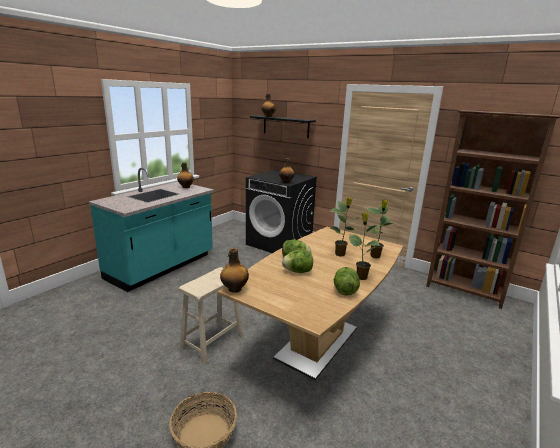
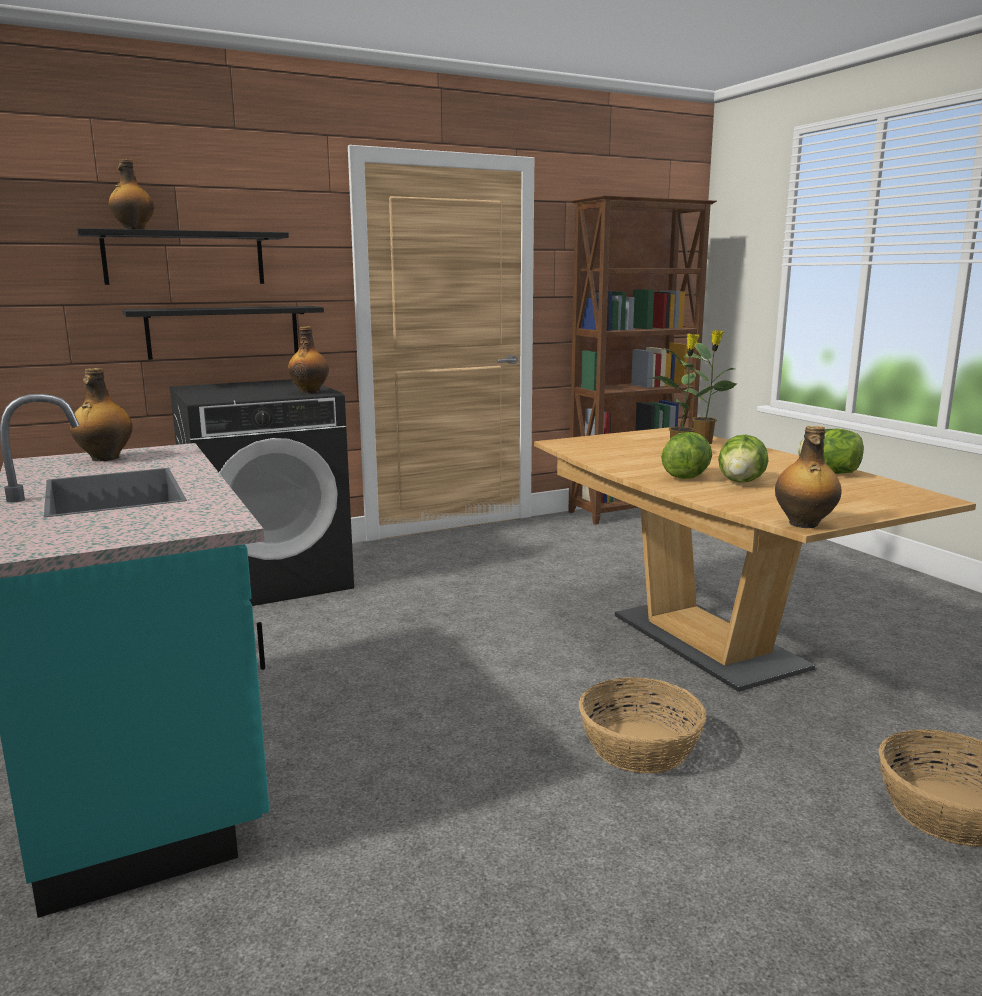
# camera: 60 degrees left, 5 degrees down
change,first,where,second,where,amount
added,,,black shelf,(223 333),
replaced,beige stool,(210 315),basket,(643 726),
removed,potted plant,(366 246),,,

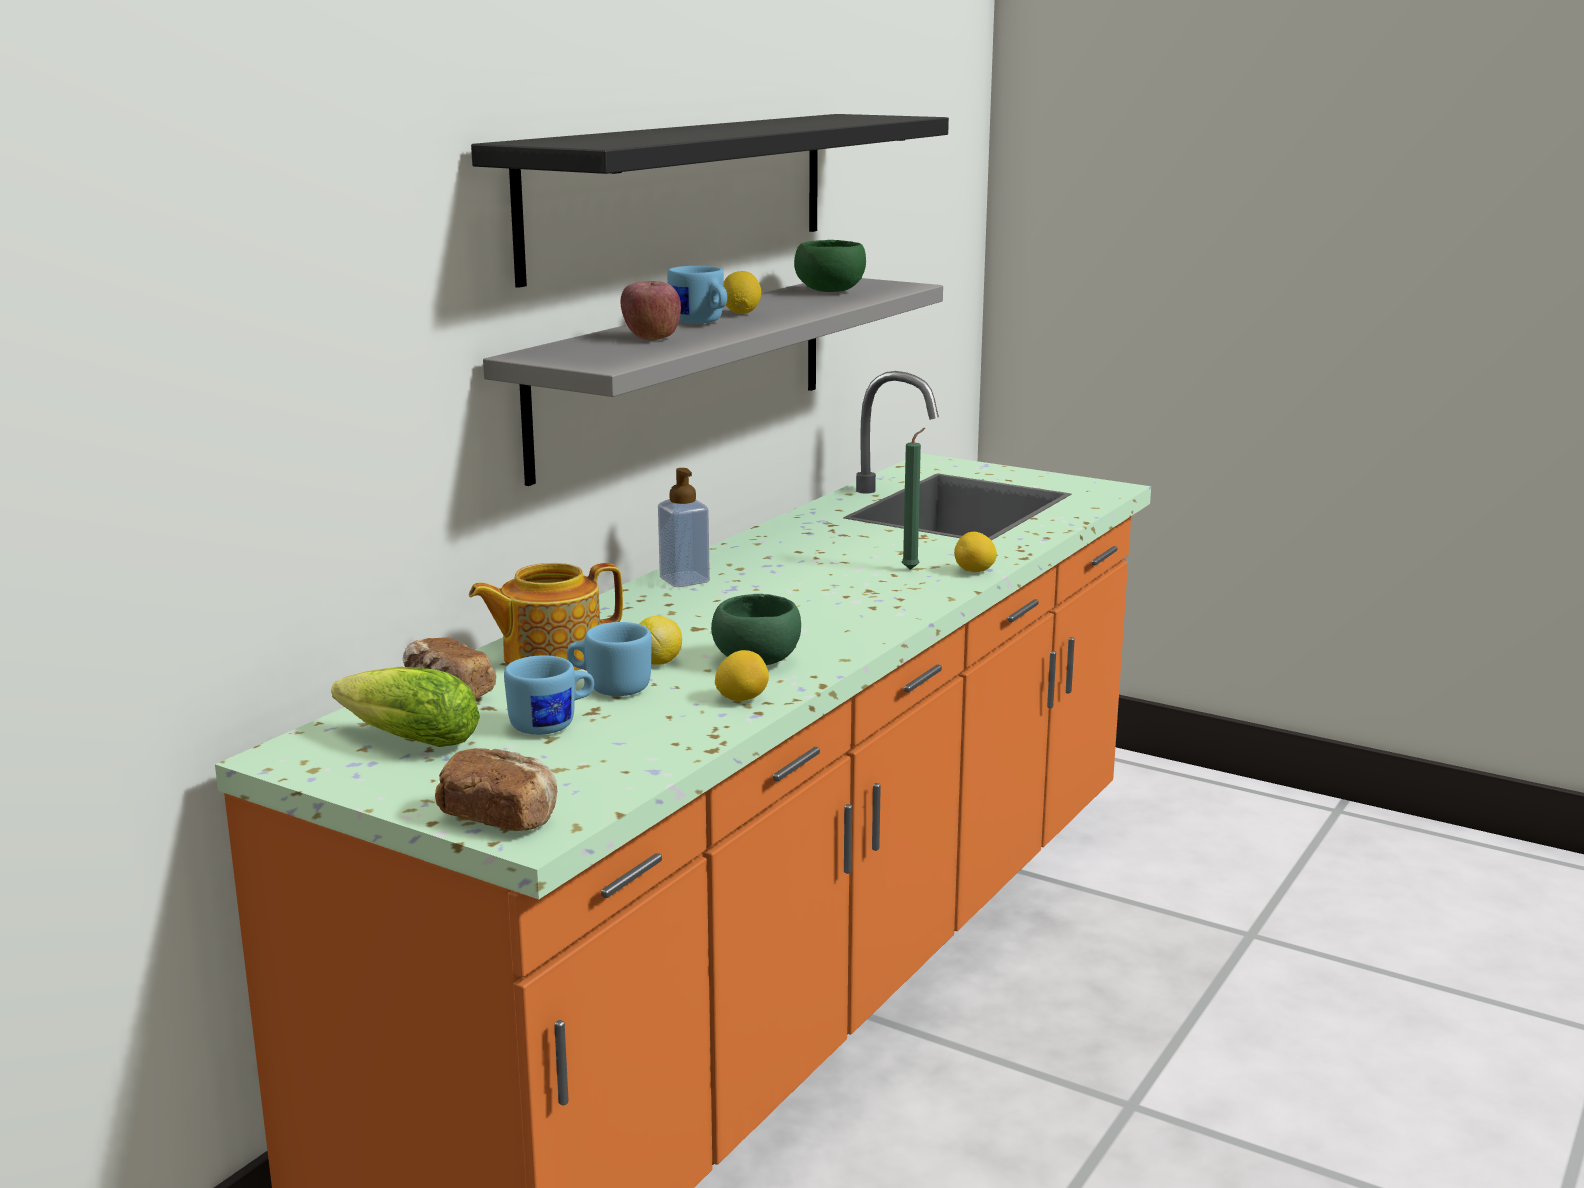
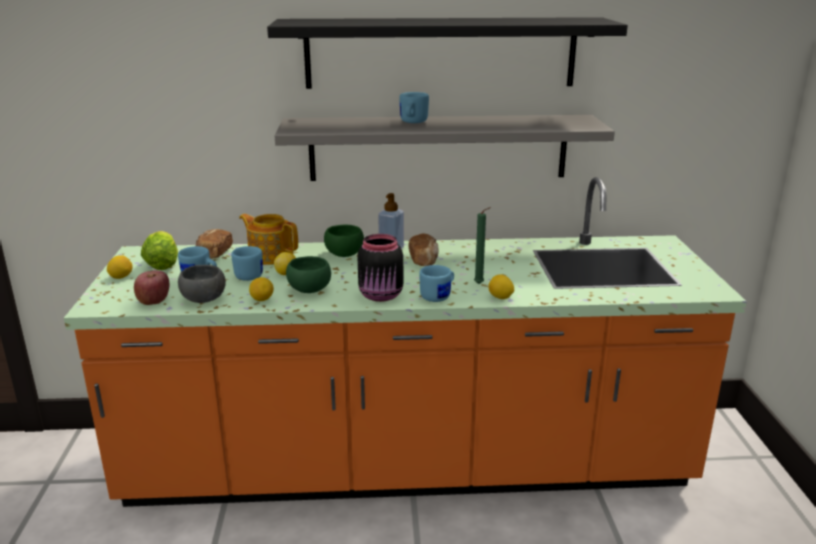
# camera: 55 degrees right, 5 degrees up
change,first,where,second,where,amount
moved,lemon,(742 292),,(120 267),
moved,apple,(650 311),,(151 288),
added,,,grey bowl,(202 284),
moved,green bowl,(830 266),,(344 241),
added,,,black jar,(380 268),
moved,bread,(496 789),,(423 249),
added,,,blue mug,(436 283),

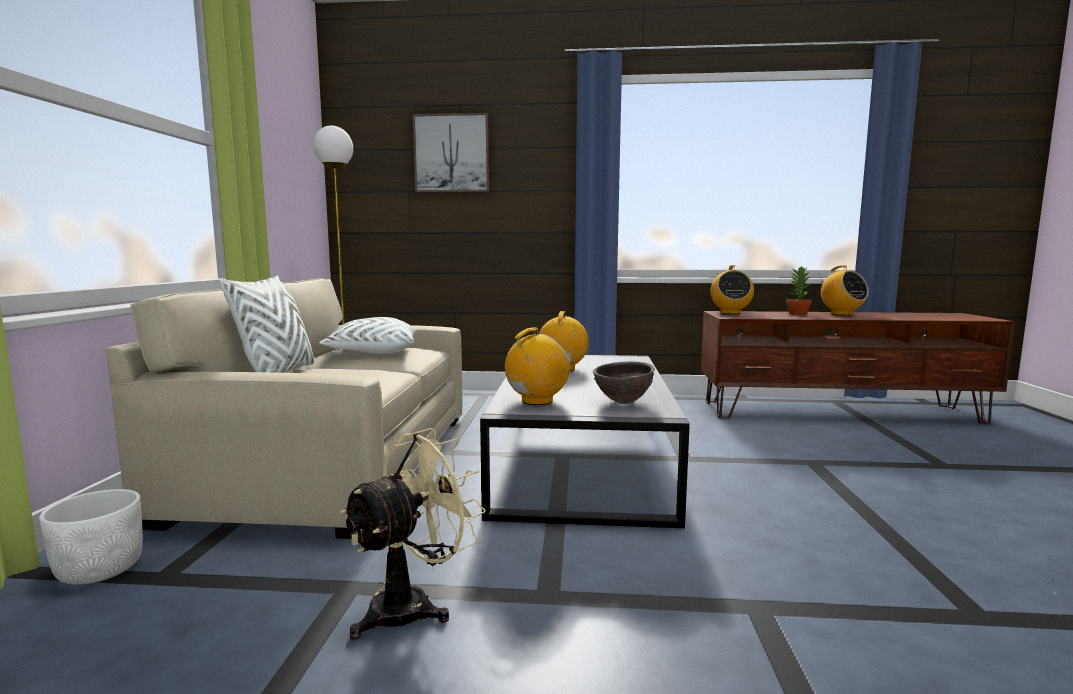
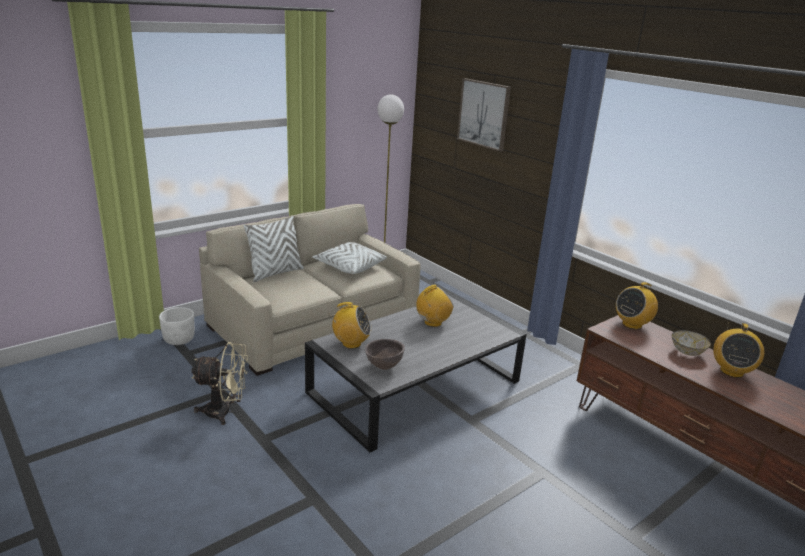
# camera: 45 degrees right, 15 degrees up
change,first,where,second,where,amount
replaced,potted plant,(799 290),bowl,(691 343),

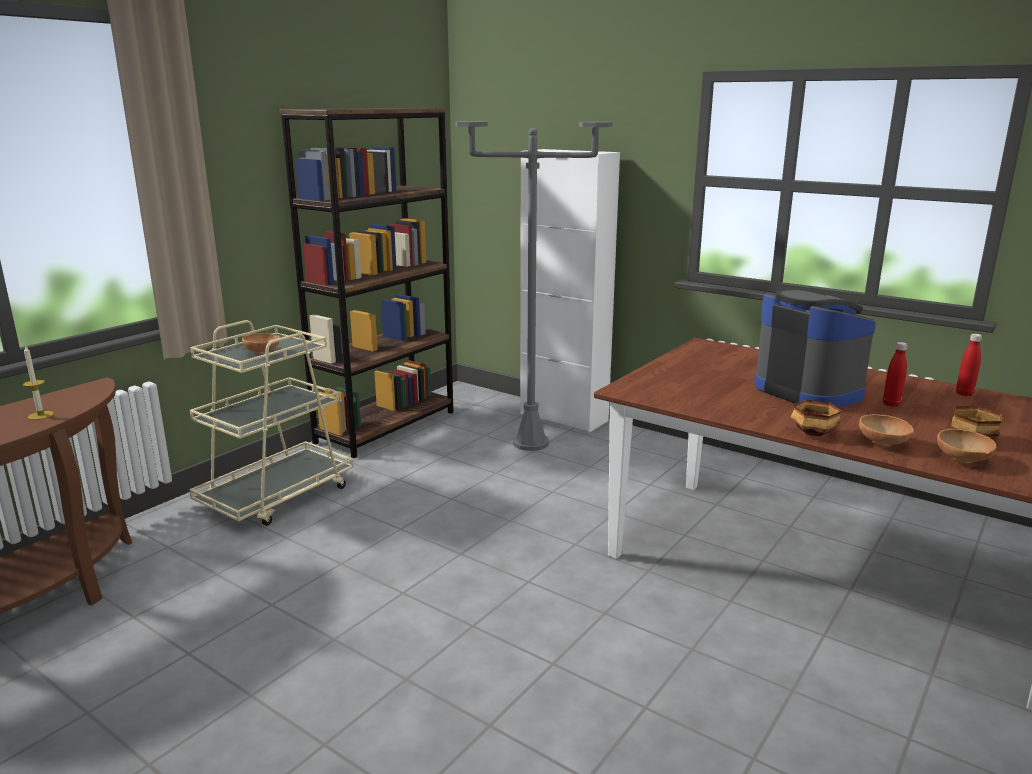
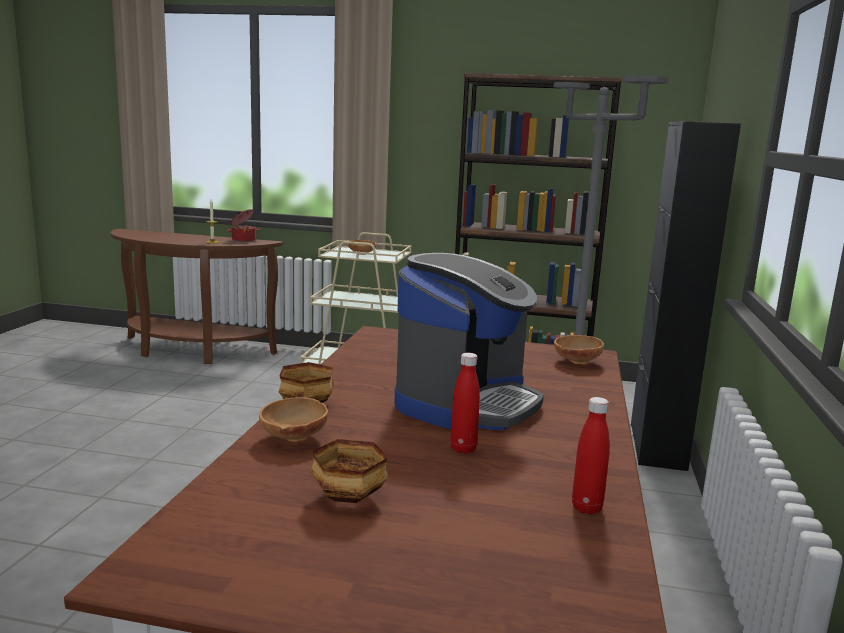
# camera: 65 degrees right, 5 degrees down
change,first,where,second,where,amount
added,,,cooking pot,(243 225),
moved,brown bowl,(967 446),,(579 350),
recoloured,white cabinet,(570 291),black cabinet,(686 296),

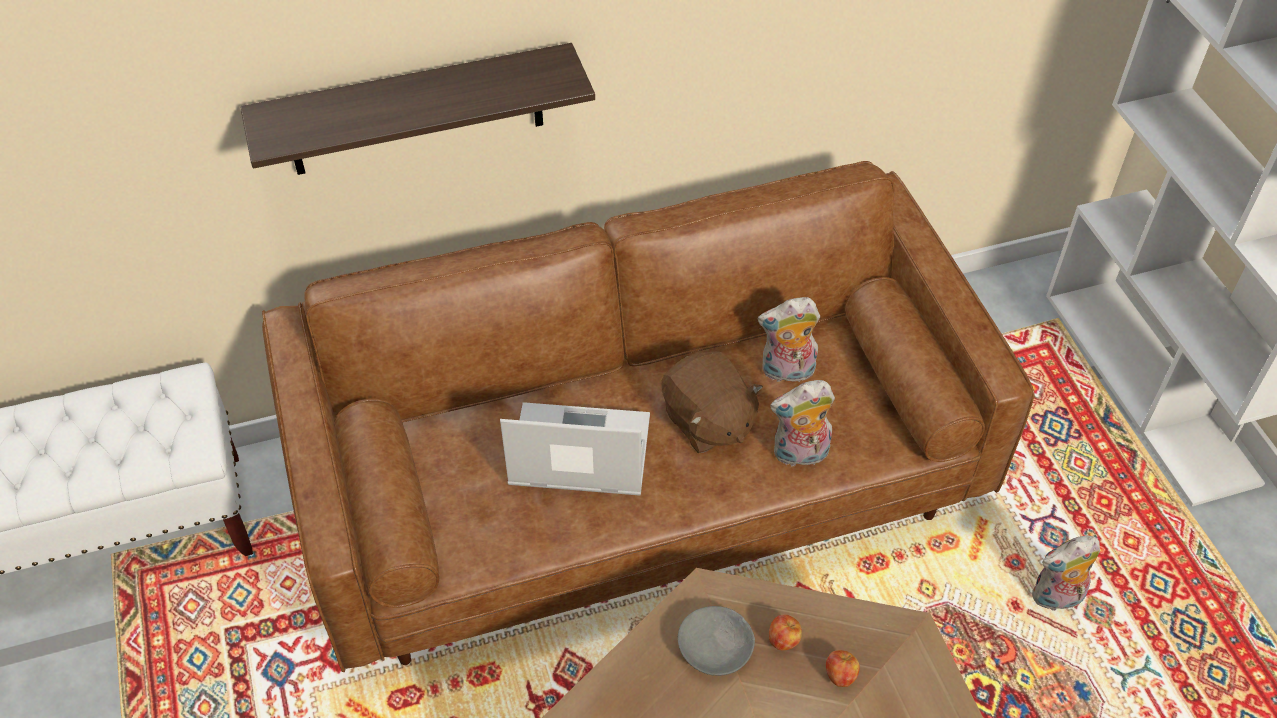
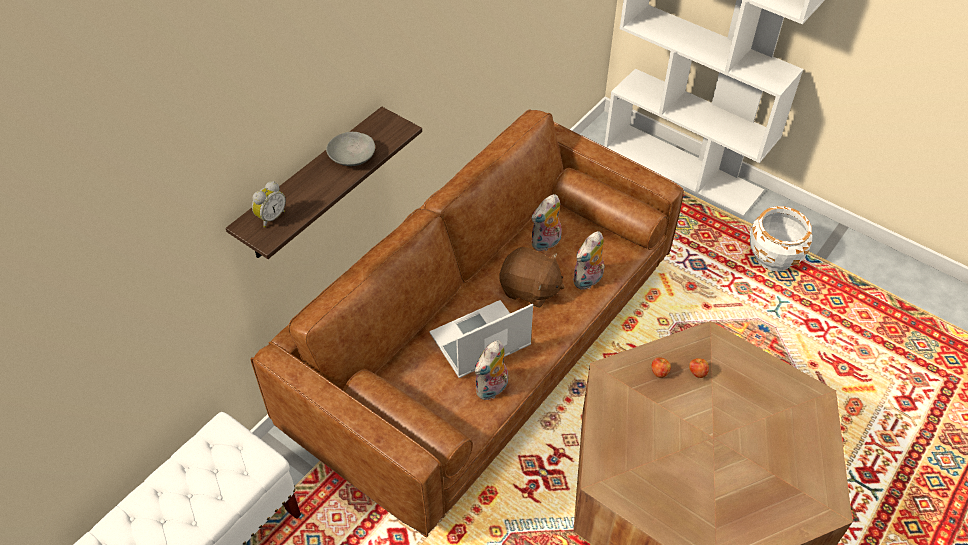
# camera: 35 degrees left, 0 degrees up
change,first,where,second,where,amount
added,,,alarm clock,(269 204),
moved,grey bowl,(716 641),,(350 149),
moved,plush toy,(1066 573),,(491 370),
added,,,white planter,(781 238),

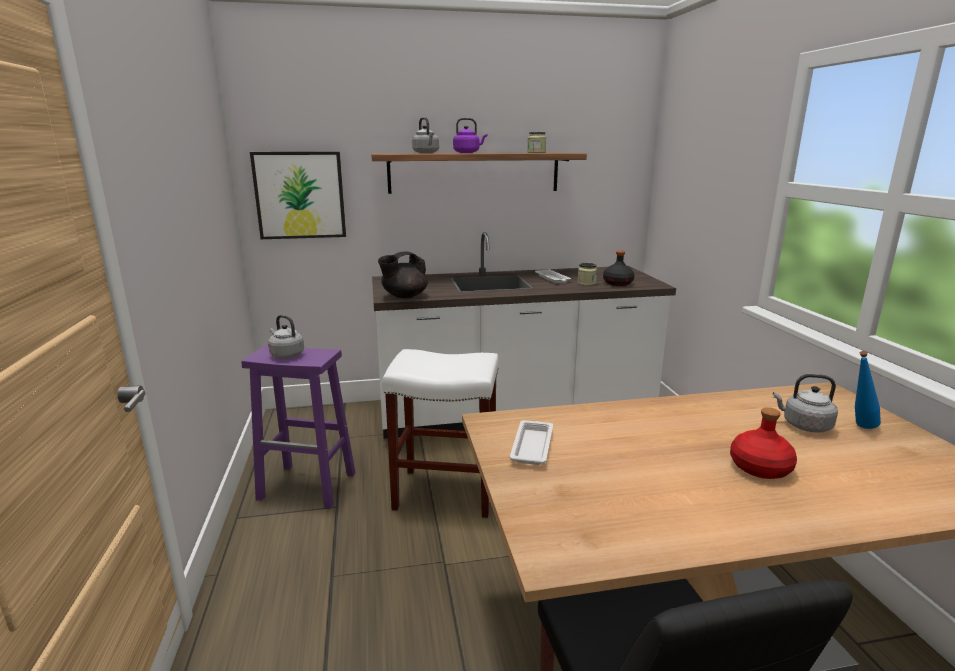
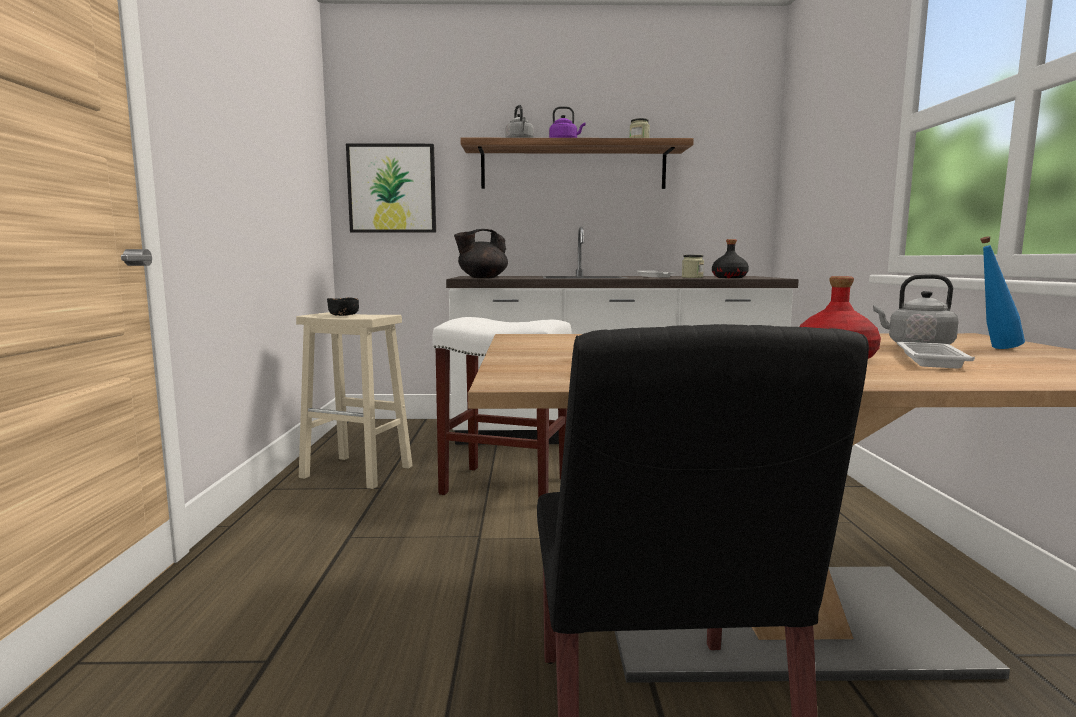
# camera: 10 degrees right, 10 degrees down
change,first,where,second,where,amount
recoloured,purple stool,(298 427),beige stool,(354 400),
replaced,grey kettle,(286 336),black bowl,(343 307),
moved,white tray,(531 442),,(936 355),

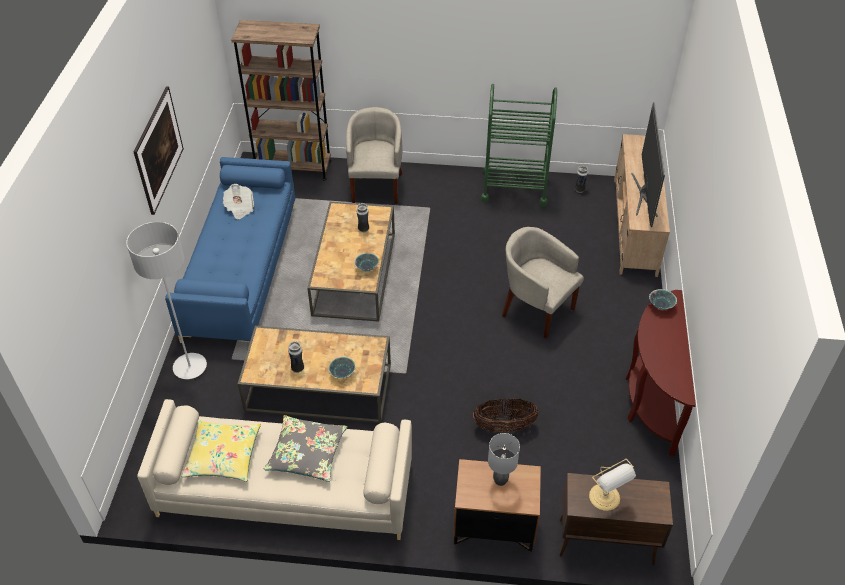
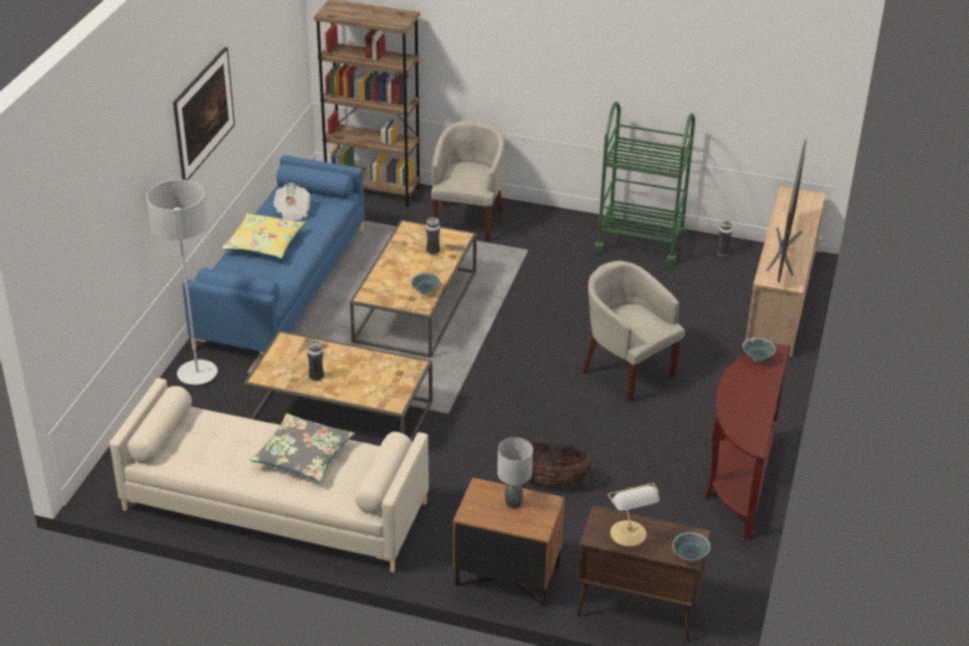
# camera: 10 degrees right, 10 degrees down
change,first,where,second,where,amount
moved,yellow pillow,(221 451),,(264 236),
moved,bowl,(341 368),,(691 547),

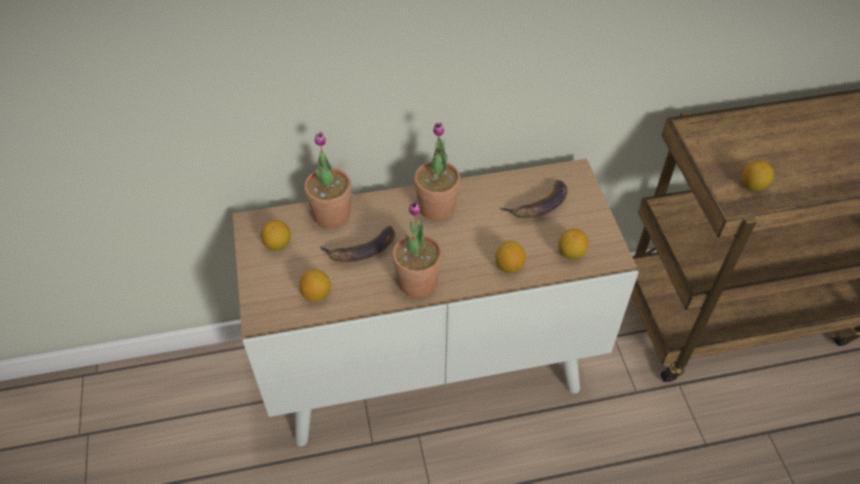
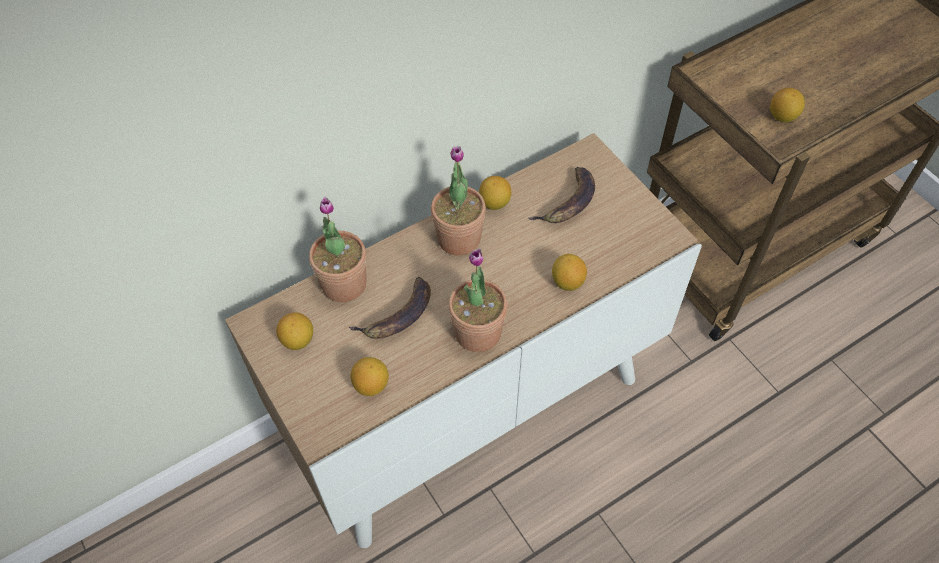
# camera: 20 degrees left, 5 degrees up
change,first,where,second,where,amount
moved,lemon,(573 244),,(495 193),

